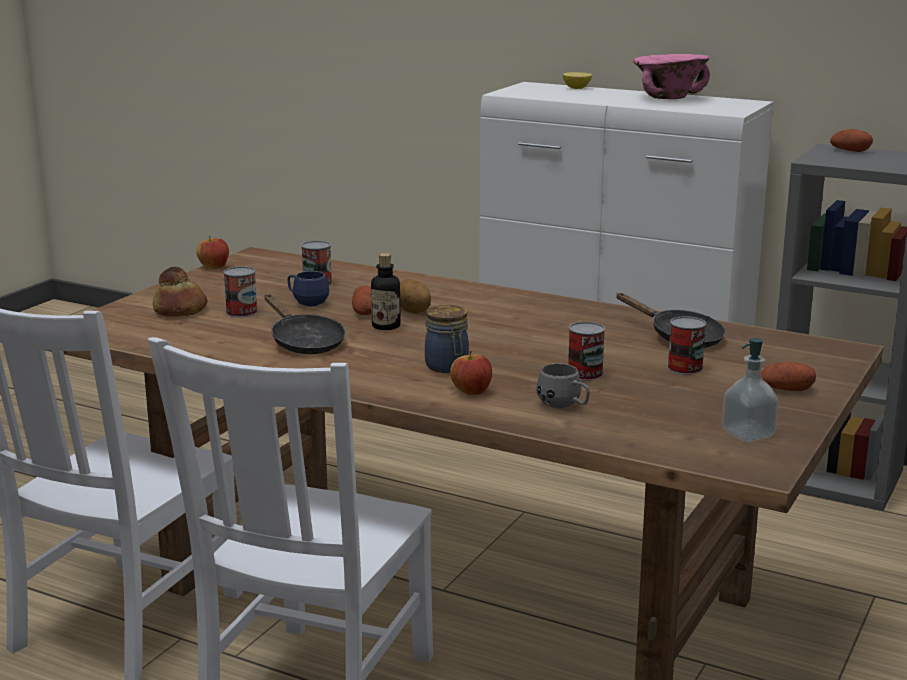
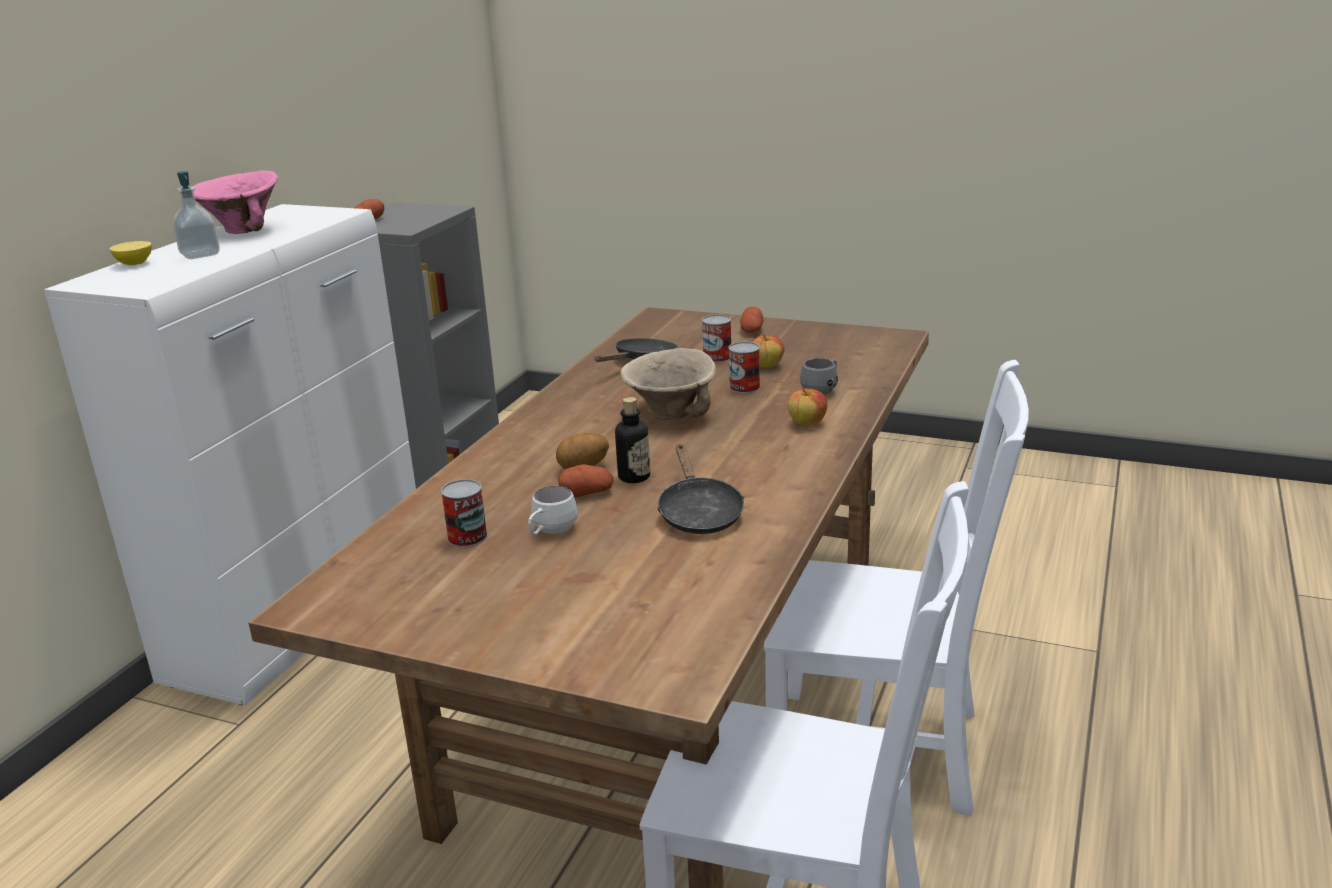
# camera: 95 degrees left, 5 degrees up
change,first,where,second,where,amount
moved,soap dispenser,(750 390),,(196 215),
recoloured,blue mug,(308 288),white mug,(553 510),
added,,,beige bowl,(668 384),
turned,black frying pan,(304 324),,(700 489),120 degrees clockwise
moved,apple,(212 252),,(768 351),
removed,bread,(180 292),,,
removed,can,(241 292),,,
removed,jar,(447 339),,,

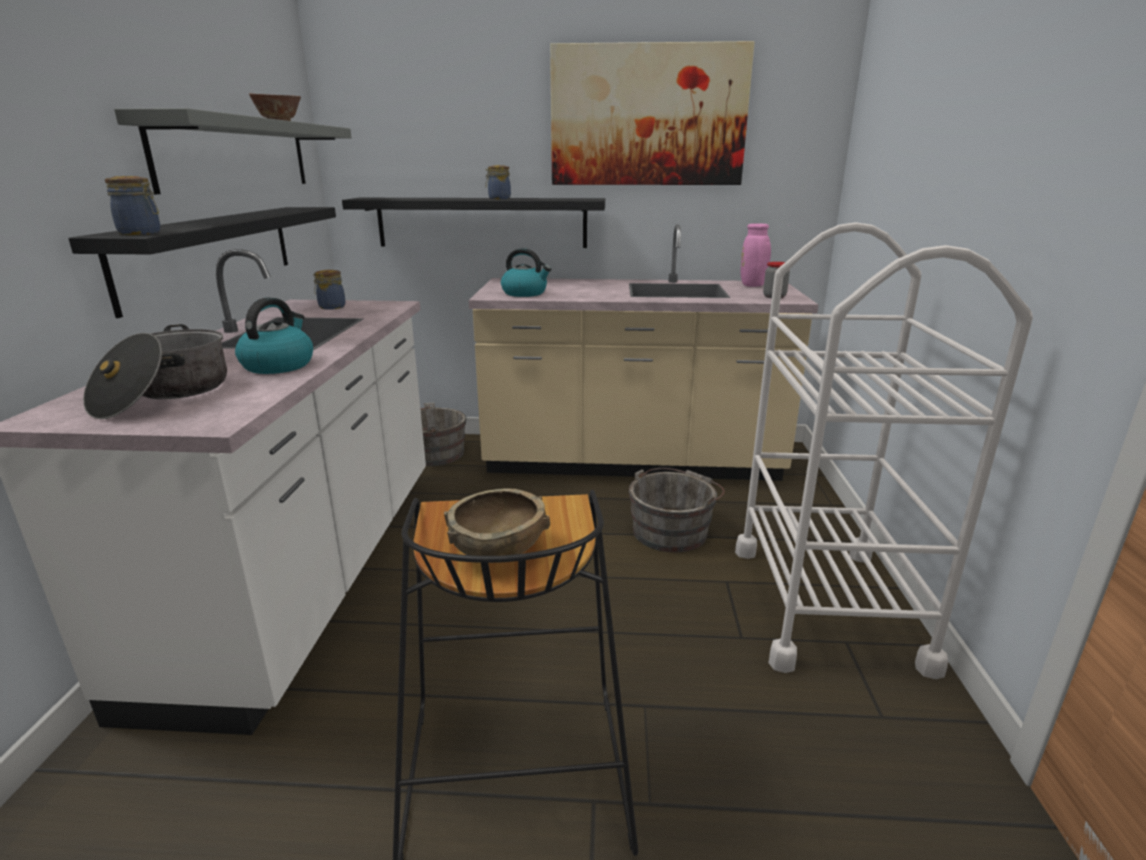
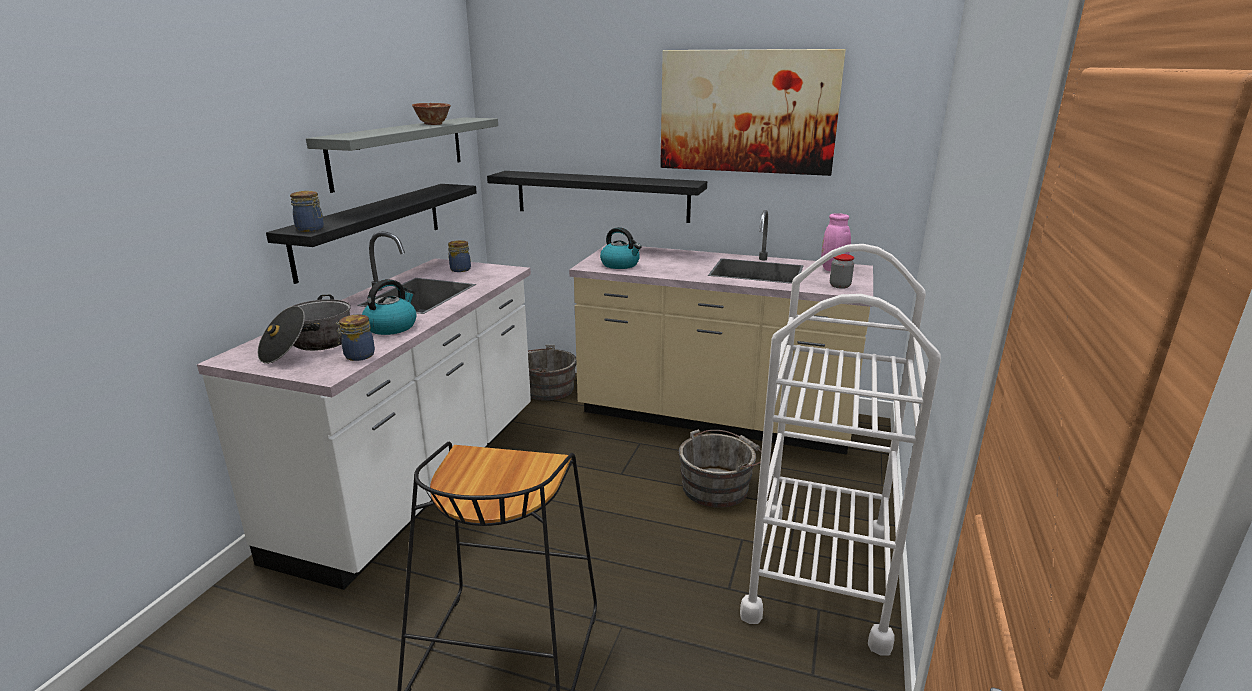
# camera: 15 degrees right, 0 degrees up
change,first,where,second,where,amount
moved,jar,(498 182),,(355 338),
removed,brown bowl,(497 522),,,

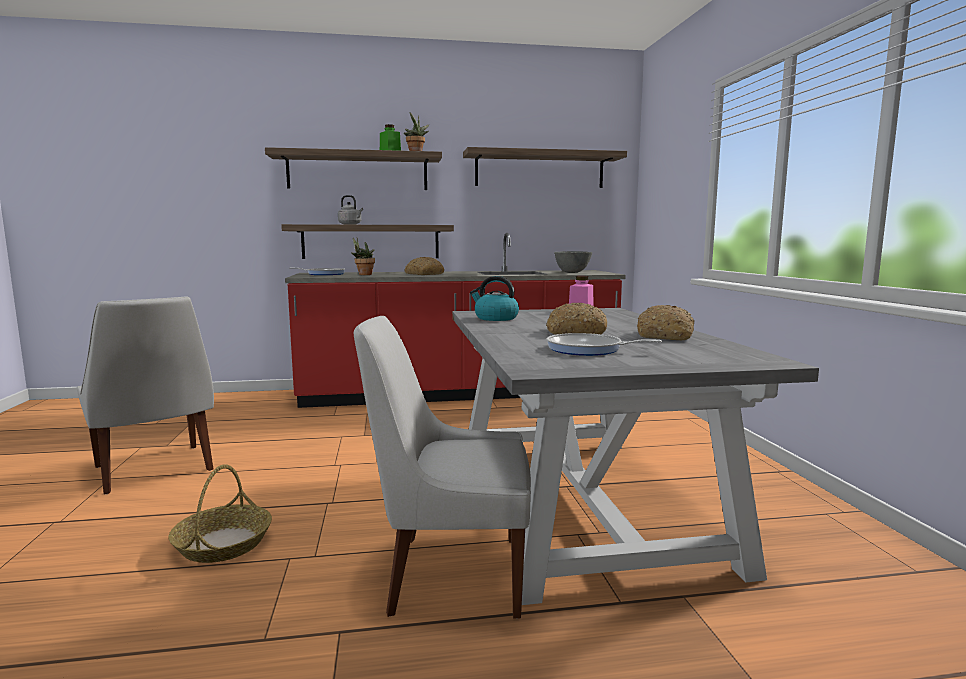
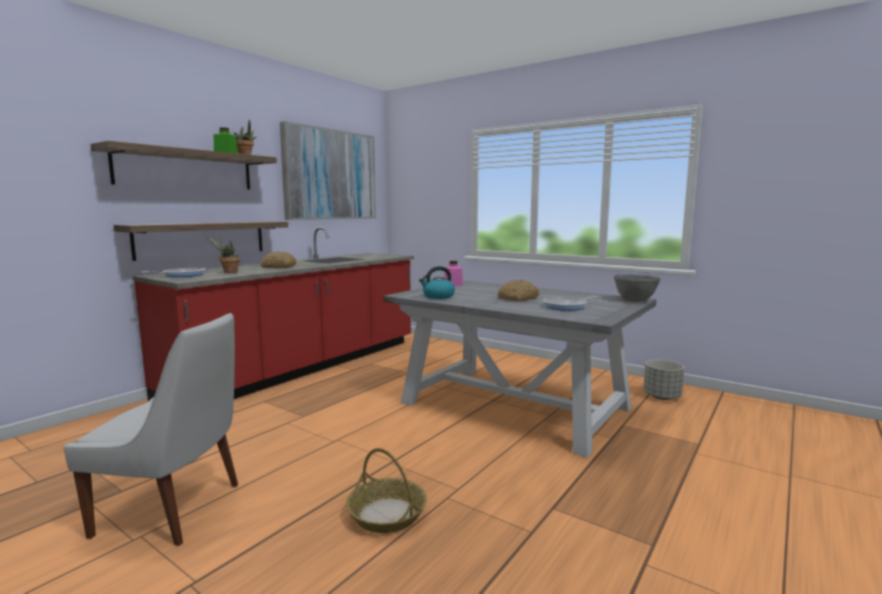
# camera: 45 degrees left, 0 degrees up
change,first,where,second,where,amount
replaced,shelf,(545 167),picture,(328 170),
moved,grey bowl,(573 262),,(637 288),
added,,,grey planter,(663 380),
removed,grey kettle,(350 210),,,
removed,white chair,(442 467),,,
removed,bread,(666 322),,,

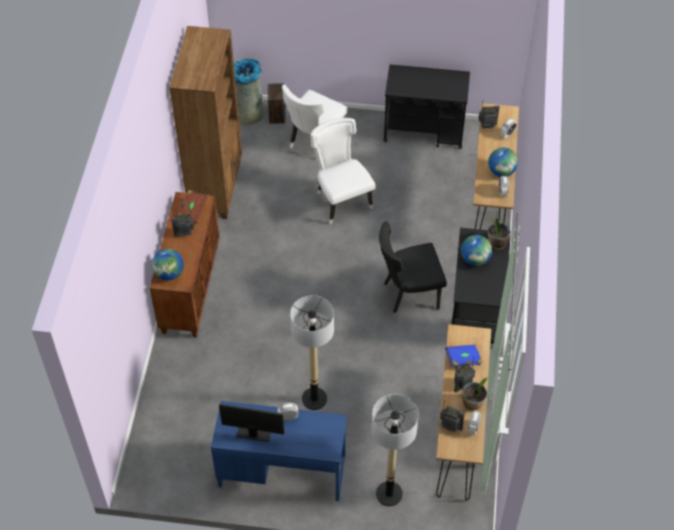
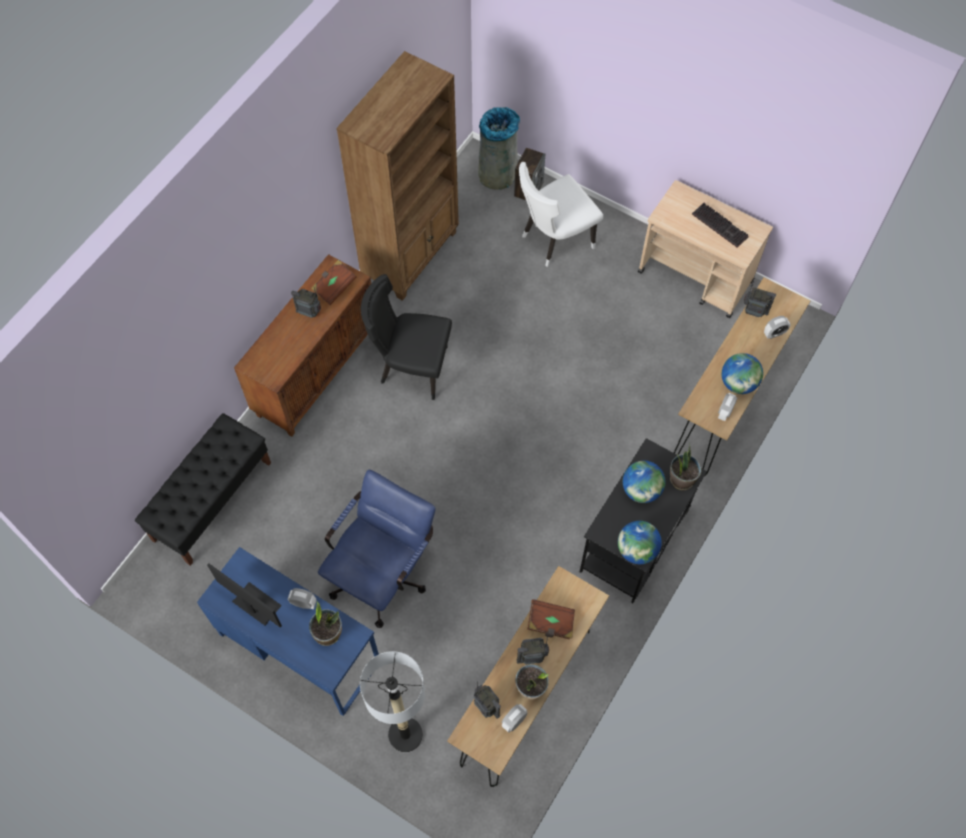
# camera: 25 degrees right, 10 degrees up
change,first,where,second,where,amount
added,,,black bench,(203 489),
added,,,potted plant,(325 624),
replaced,floor lamp,(312 352),blue office chair,(377 548),
moved,black chair,(413 267),,(406 337),
recoloured,blue book,(464 356),brown book,(551 619),
moved,globe,(168 264),,(640 542),
recoloured,black cart,(426 106),beige cart,(705 249),
added,,,keyboard,(720 225),
removed,white chair,(343 171),,,

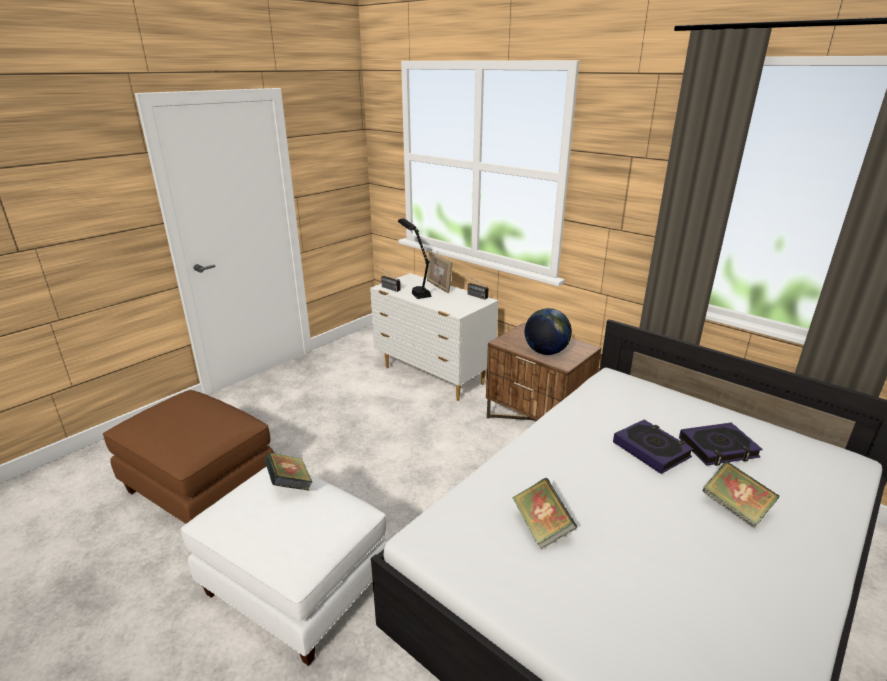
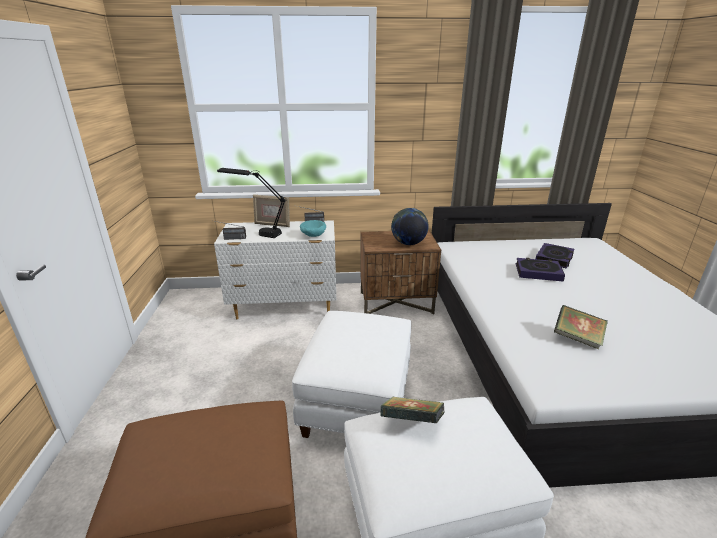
# camera: 45 degrees left, 0 degrees up
change,first,where,second,where,amount
added,,,white ottoman,(351 374),
added,,,turquoise bowl,(313 228),
removed,book,(741 494),,,

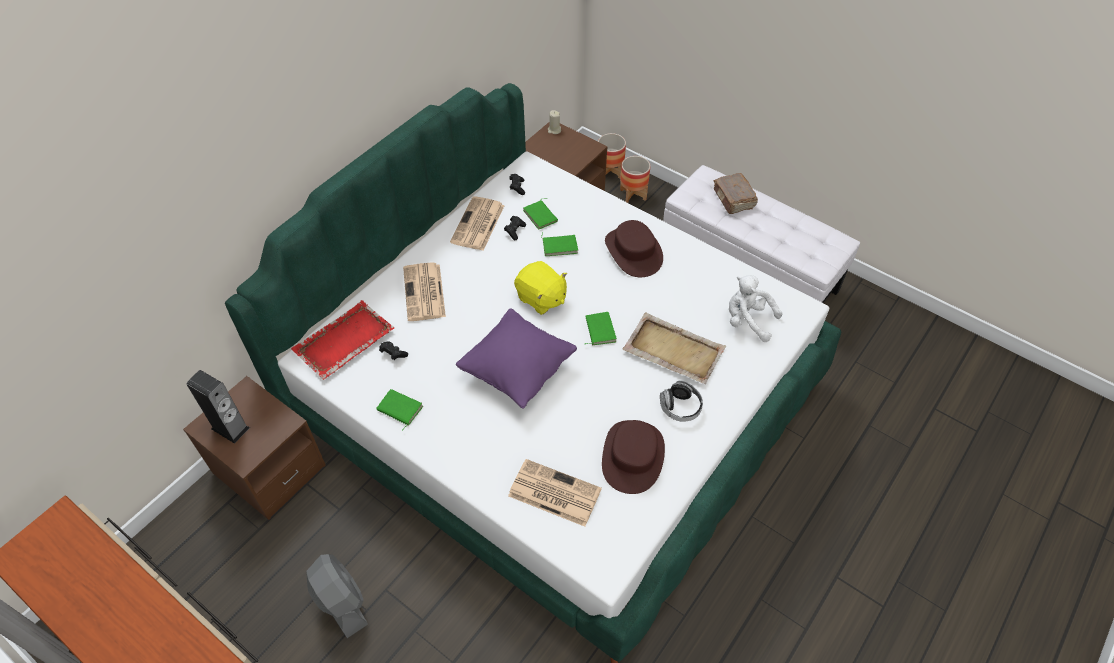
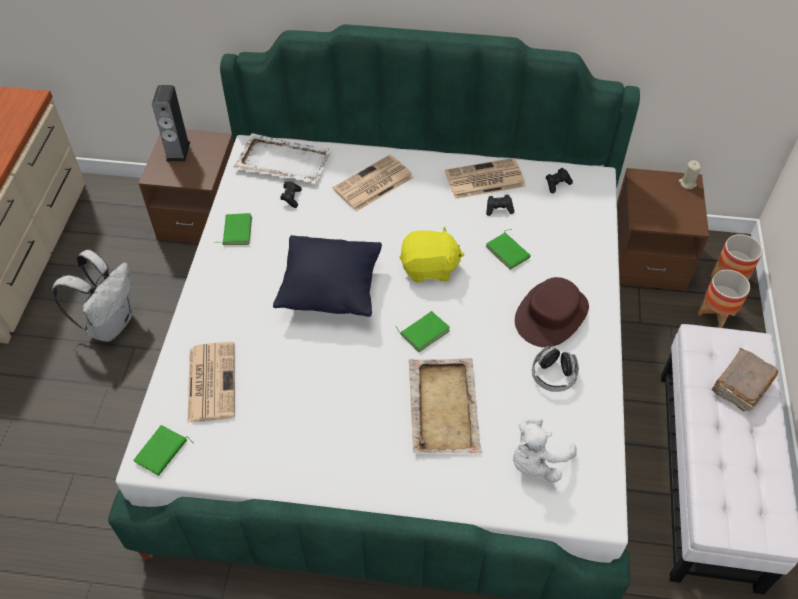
# camera: 60 degrees right, 0 degrees up
change,first,where,second,where,amount
replaced,grey fan,(337 596),white backpack,(92 296),
moved,green book,(540 214),,(163 450),
recoloured,red tray,(342 340),white tray,(283 158),
recoloured,purple pillow,(516 359),black pillow,(327 276),
turned,yellow plush toy,(540 288),,(431 254),105 degrees counterclockwise
turned,white plush toy,(756 308),,(545 450),135 degrees counterclockwise
moved,headphones,(681 401),,(555 369),
removed,brown hat,(633 457),,,

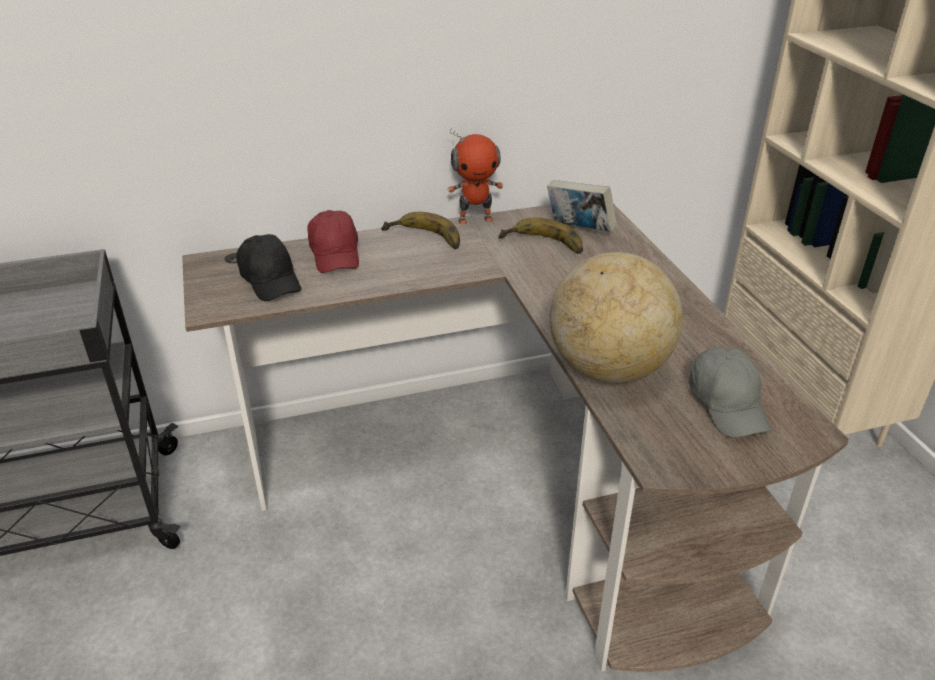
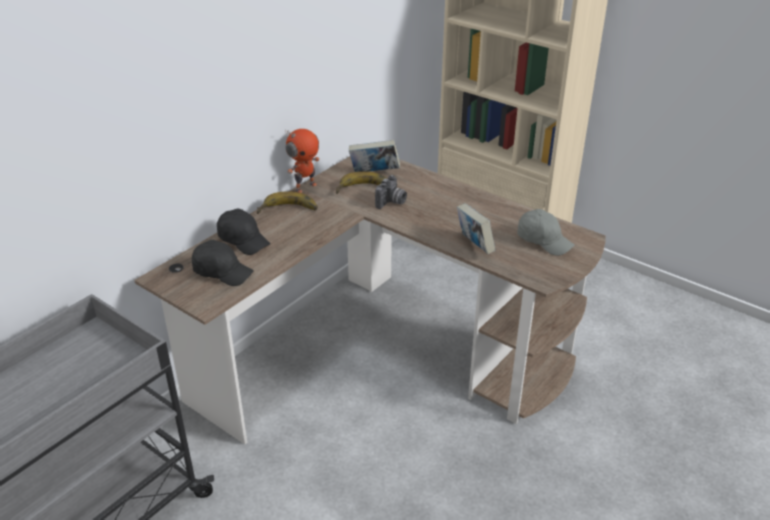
# camera: 35 degrees left, 0 degrees up
change,first,where,second,where,amount
recoloured,red cap,(333 241),black cap,(243 232),
added,,,photo camera,(391 192),
replaced,globe,(616 317),book,(476 228),

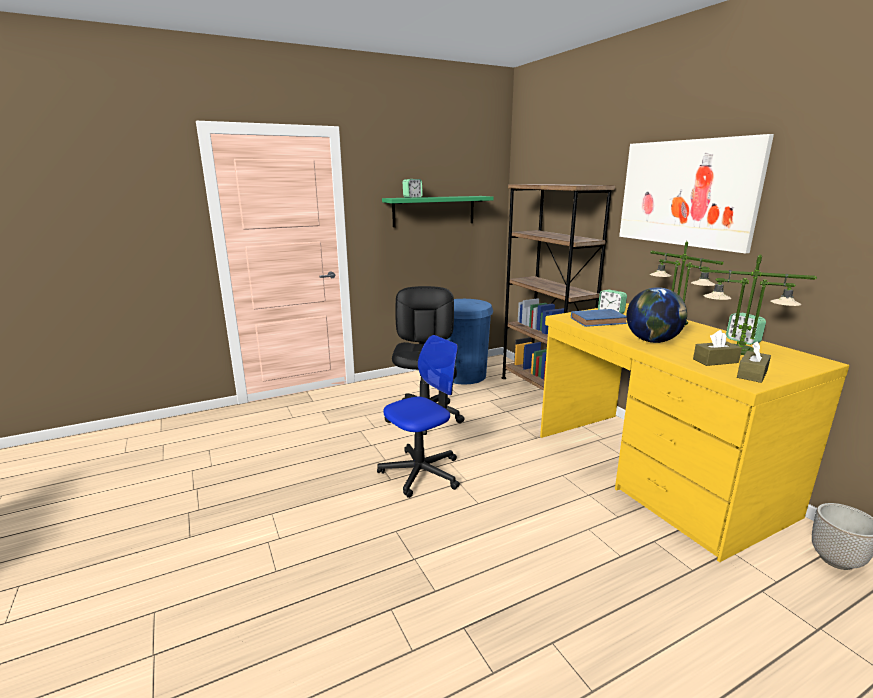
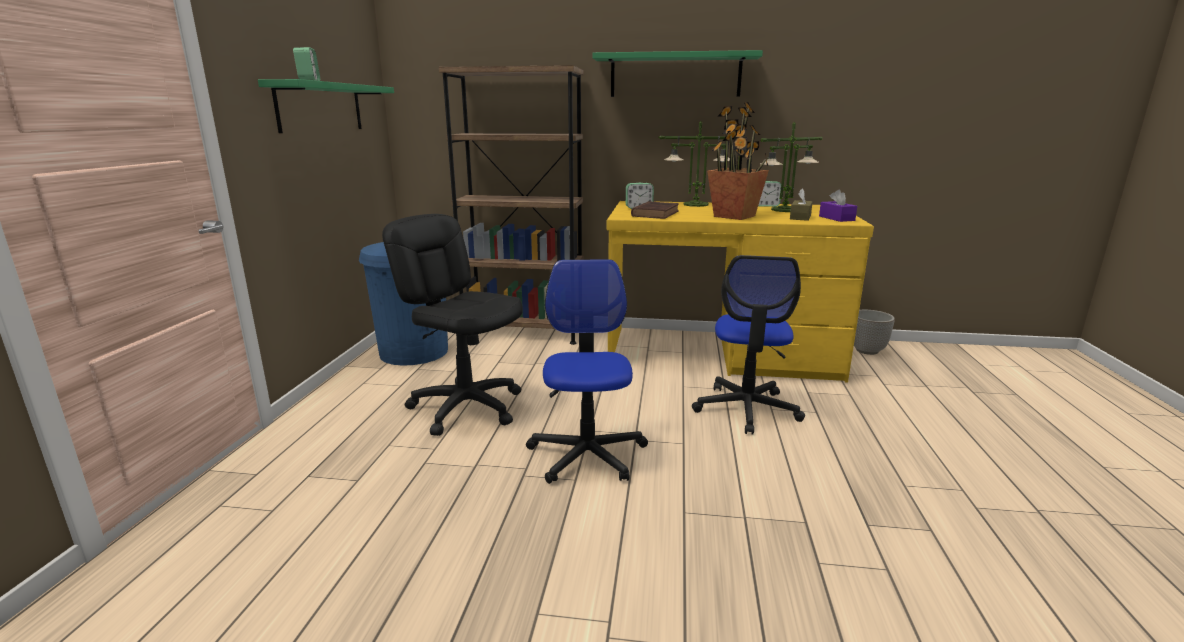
# camera: 55 degrees left, 0 degrees up
change,first,where,second,where,amount
replaced,picture,(696 194),green shelf,(677 73),
recoloured,blue book,(599 318),brown book,(655 210),
added,,,office chair,(748 345),
replaced,globe,(657 315),potted plant,(738 161),
recoloured,brown tissue box,(754 362),purple tissue box,(838 205),

